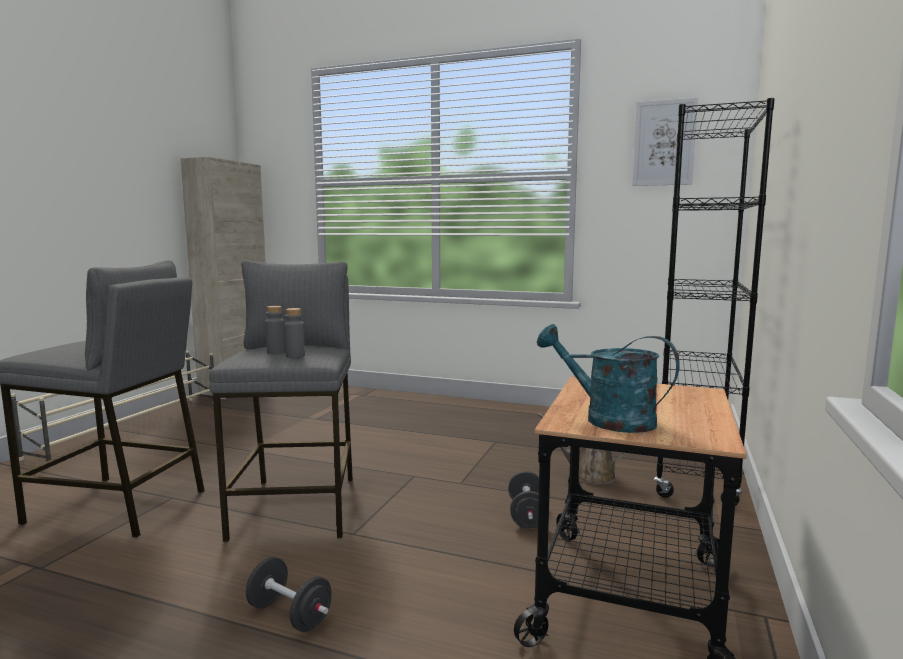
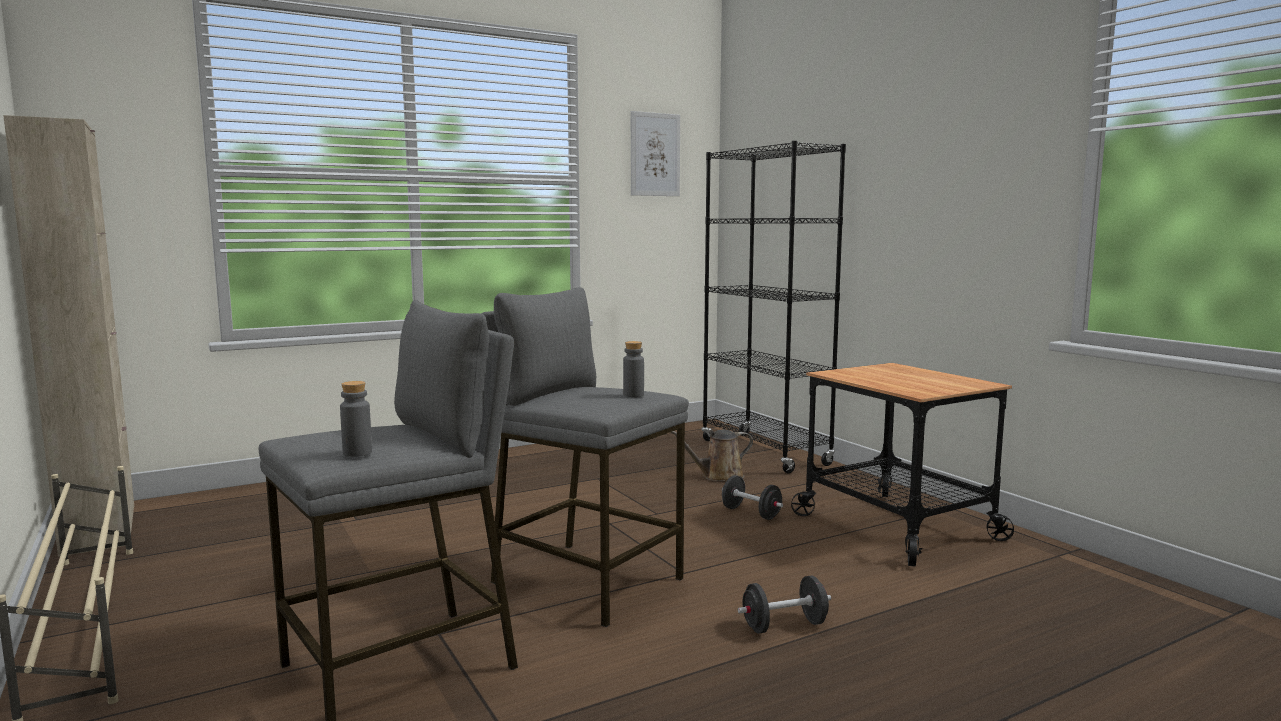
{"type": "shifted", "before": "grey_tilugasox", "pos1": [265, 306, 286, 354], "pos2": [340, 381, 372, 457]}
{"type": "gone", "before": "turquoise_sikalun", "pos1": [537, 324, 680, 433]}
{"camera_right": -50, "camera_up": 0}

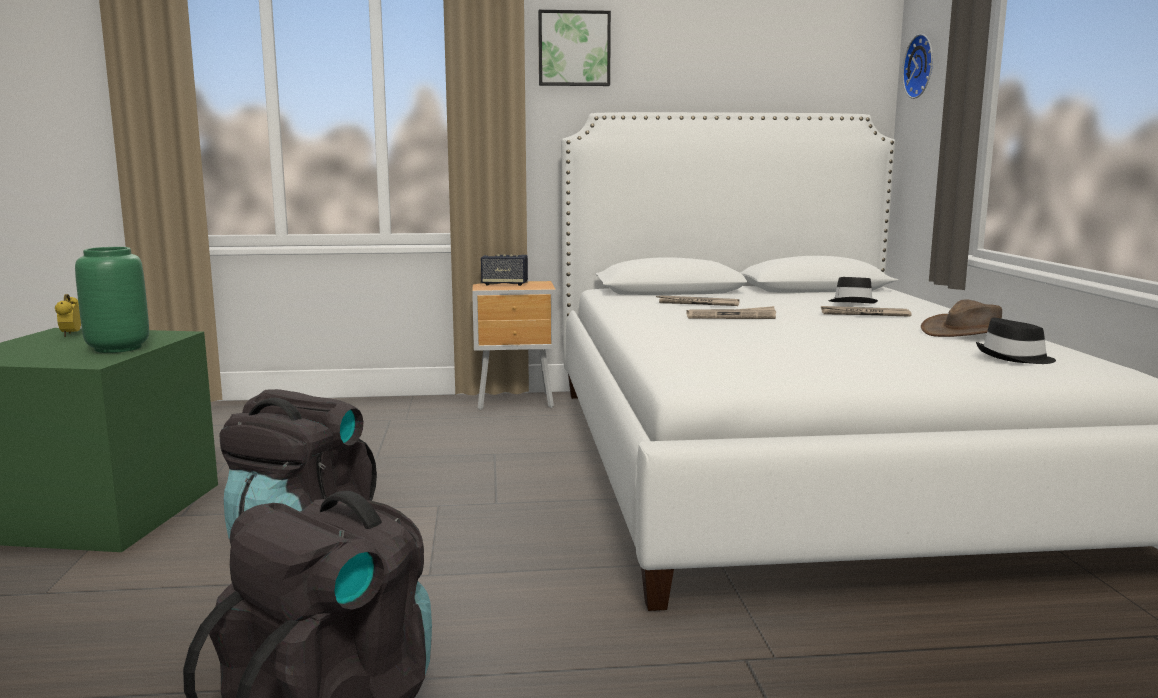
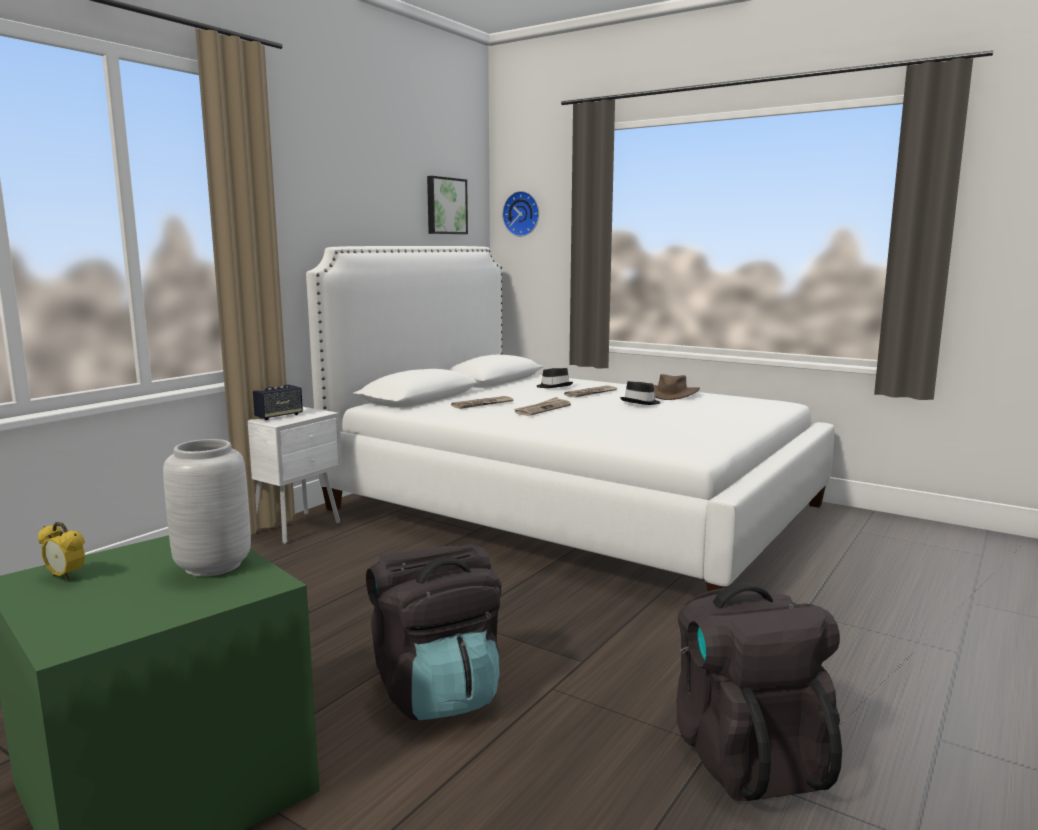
{"type": "shifted", "before": "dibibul", "pos1": [538, 10, 611, 86], "pos2": [427, 176, 468, 234]}
{"type": "repainted", "before": "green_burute", "after": "grey_burute", "pos1": [75, 247, 149, 353], "pos2": [163, 439, 251, 576]}
{"type": "repainted", "before": "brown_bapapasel", "after": "white_bapapasel", "pos1": [472, 281, 556, 410], "pos2": [248, 407, 342, 544]}
{"type": "shifted", "before": "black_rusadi", "pos1": [976, 318, 1056, 364], "pos2": [620, 381, 660, 405]}
{"camera_right": -50, "camera_up": 0}

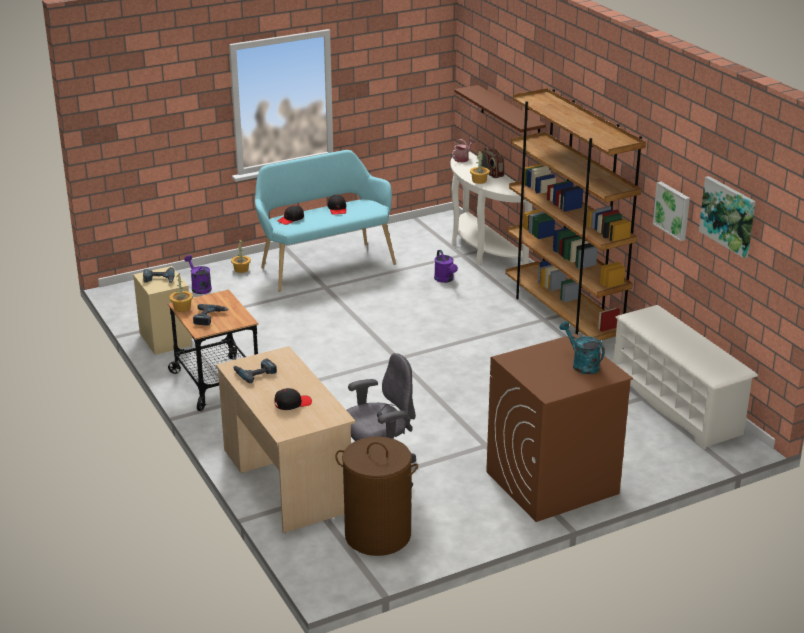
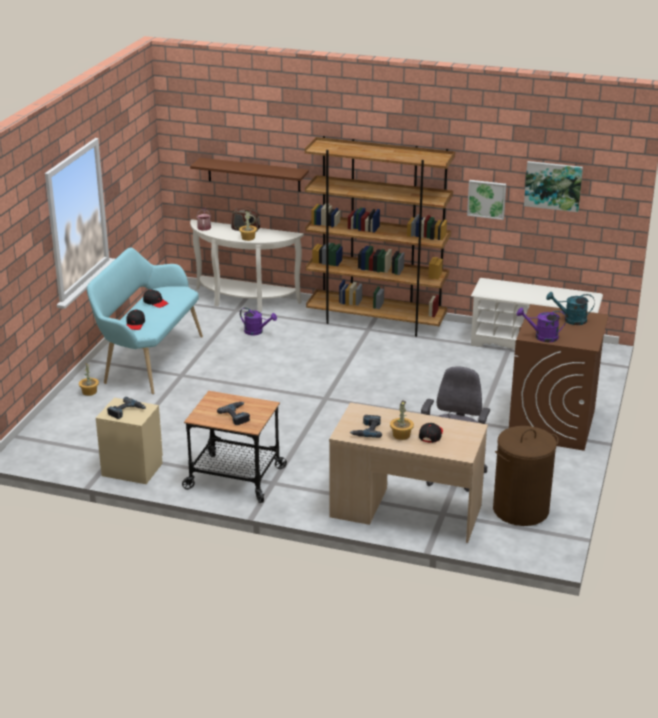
{"type": "shifted", "before": "purple_sikalun", "pos1": [184, 255, 212, 294], "pos2": [517, 308, 566, 342]}
{"type": "shifted", "before": "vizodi", "pos1": [169, 273, 193, 312], "pos2": [390, 400, 414, 440]}
{"camera_right": -45, "camera_up": 0}

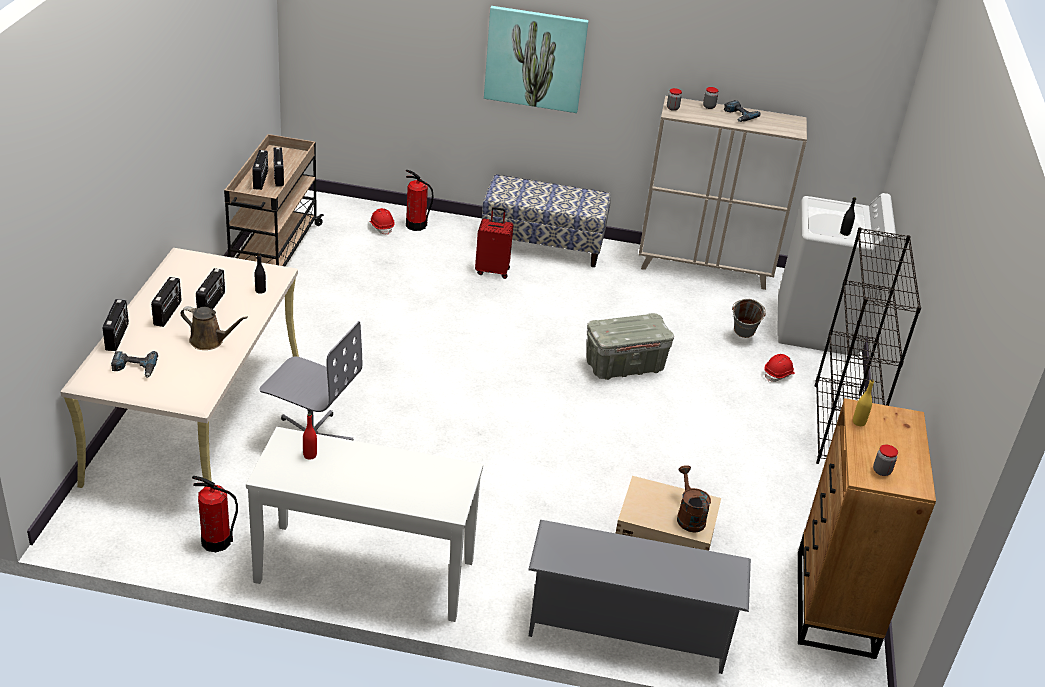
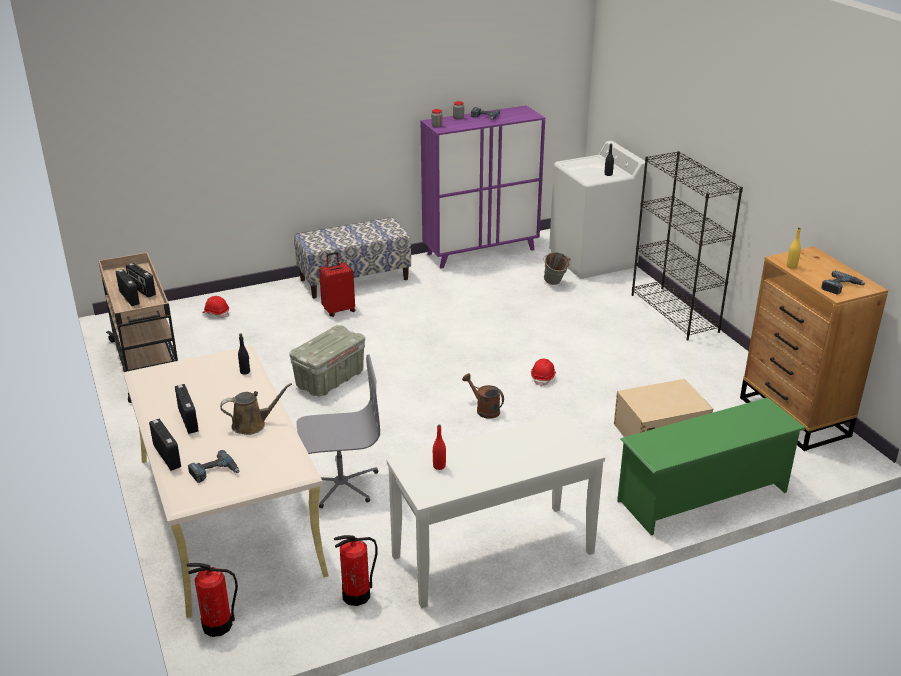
{"type": "gone", "before": "dibibul", "pos1": [484, 6, 589, 113]}
{"type": "repainted", "before": "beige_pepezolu", "after": "purple_pepezolu", "pos1": [639, 96, 807, 290], "pos2": [421, 105, 545, 269]}
{"type": "shifted", "before": "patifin", "pos1": [406, 170, 433, 231], "pos2": [187, 563, 238, 637]}
{"type": "gone", "before": "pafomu", "pos1": [196, 268, 225, 309]}
{"type": "shifted", "before": "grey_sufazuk", "pos1": [587, 313, 674, 380], "pos2": [289, 325, 365, 396]}
{"type": "shifted", "before": "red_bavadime", "pos1": [764, 354, 795, 382], "pos2": [531, 359, 556, 387]}
{"type": "swapped", "before": "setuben", "after": "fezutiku", "pos1": [873, 444, 898, 476], "pos2": [821, 271, 866, 295]}
{"type": "shifted", "before": "brown_sikalun", "pos1": [677, 465, 711, 533], "pos2": [462, 373, 504, 419]}
{"type": "repainted", "before": "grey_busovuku", "after": "green_busovuku", "pos1": [528, 520, 751, 674], "pos2": [617, 398, 806, 535]}
{"camera_right": -30, "camera_up": -5}

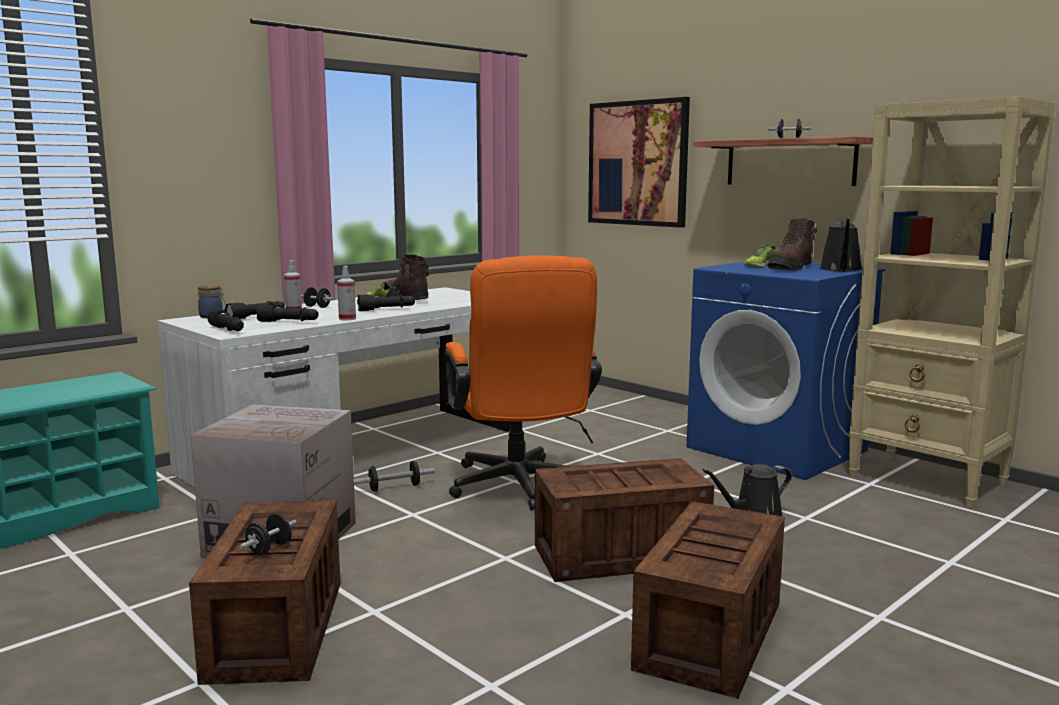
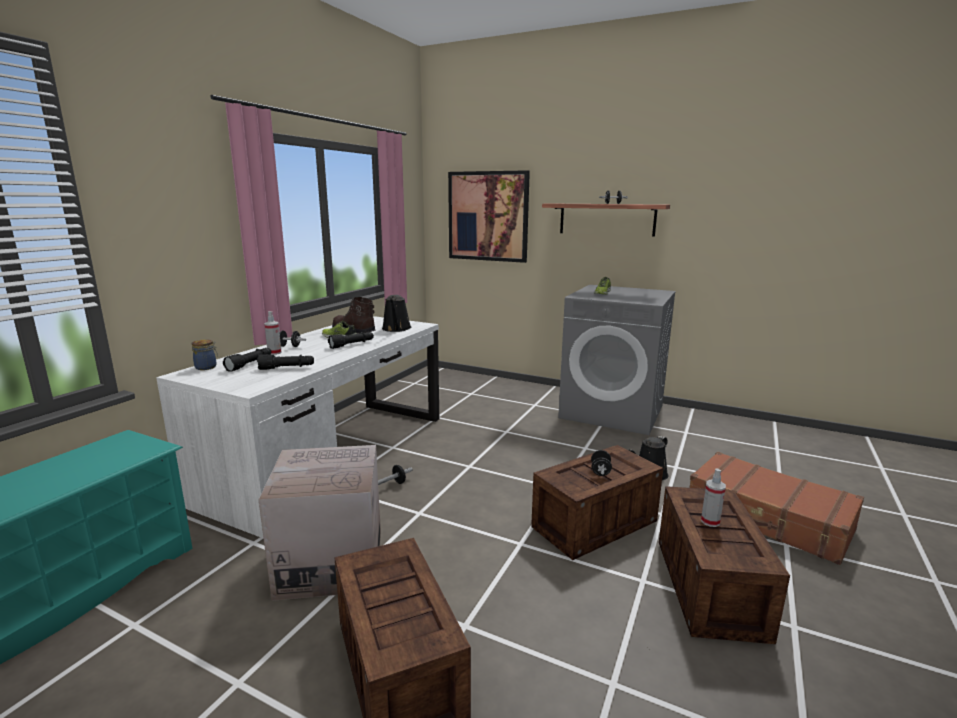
{"type": "gone", "before": "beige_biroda", "pos1": [848, 97, 1056, 508]}
{"type": "gone", "before": "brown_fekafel", "pos1": [767, 218, 817, 270]}
{"type": "shifted", "before": "black_sikalun", "pos1": [819, 219, 863, 272], "pos2": [382, 295, 412, 332]}
{"type": "gone", "before": "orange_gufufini", "pos1": [445, 255, 602, 511]}
{"type": "repainted", "before": "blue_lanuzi", "after": "grey_lanuzi", "pos1": [687, 262, 885, 480], "pos2": [558, 285, 676, 435]}
{"type": "shifted", "before": "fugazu", "pos1": [337, 266, 356, 321], "pos2": [701, 468, 726, 527]}
{"type": "gone", "before": "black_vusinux", "pos1": [207, 308, 244, 331]}
{"type": "shifted", "before": "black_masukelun", "pos1": [239, 513, 297, 555], "pos2": [591, 450, 612, 476]}
{"type": "new", "after": "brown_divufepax", "pos2": [689, 452, 864, 565]}
{"camera_right": -20, "camera_up": 5}

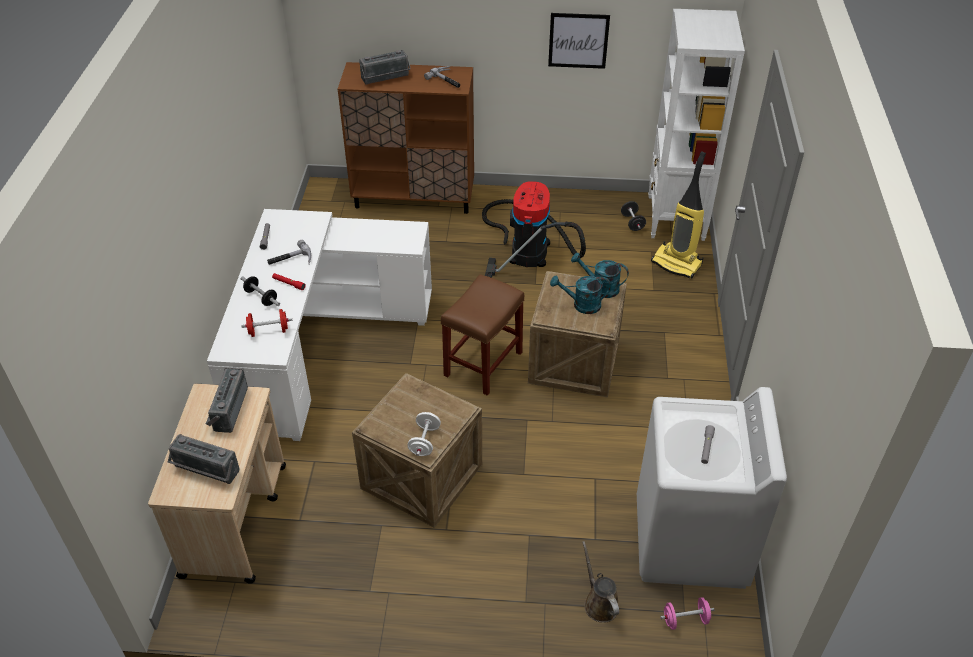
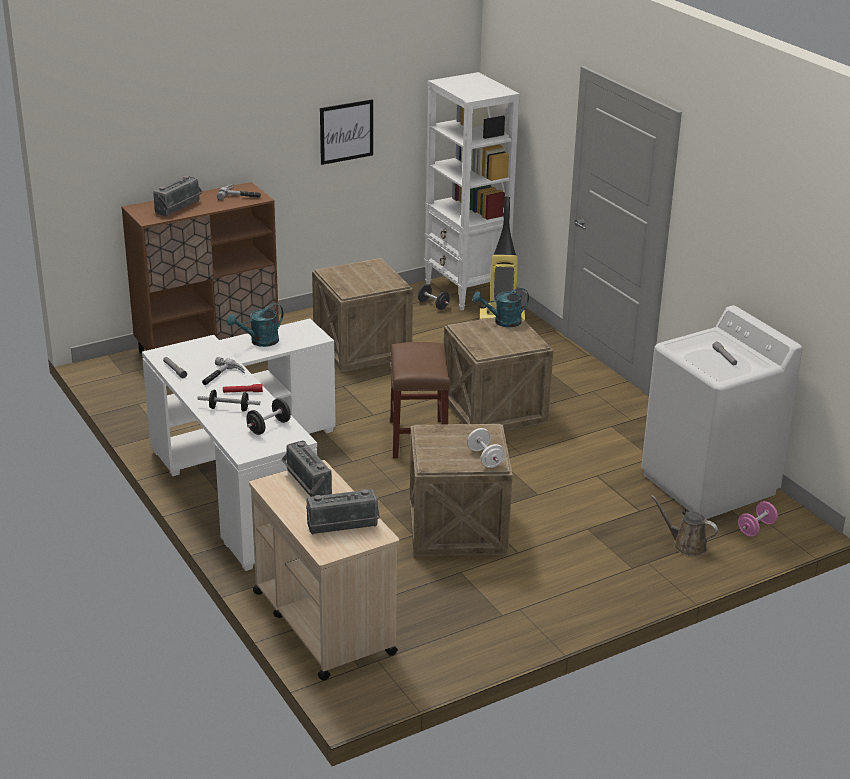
{"type": "swapped", "before": "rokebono", "after": "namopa", "pos1": [482, 181, 586, 278], "pos2": [312, 258, 413, 372]}
{"type": "shifted", "before": "turquoise_sikalun", "pos1": [550, 276, 610, 314], "pos2": [227, 303, 284, 347]}
{"type": "repainted", "before": "red_masukelun", "after": "black_masukelun", "pos1": [241, 309, 292, 337], "pos2": [246, 398, 291, 435]}
{"camera_right": -35, "camera_up": -15}

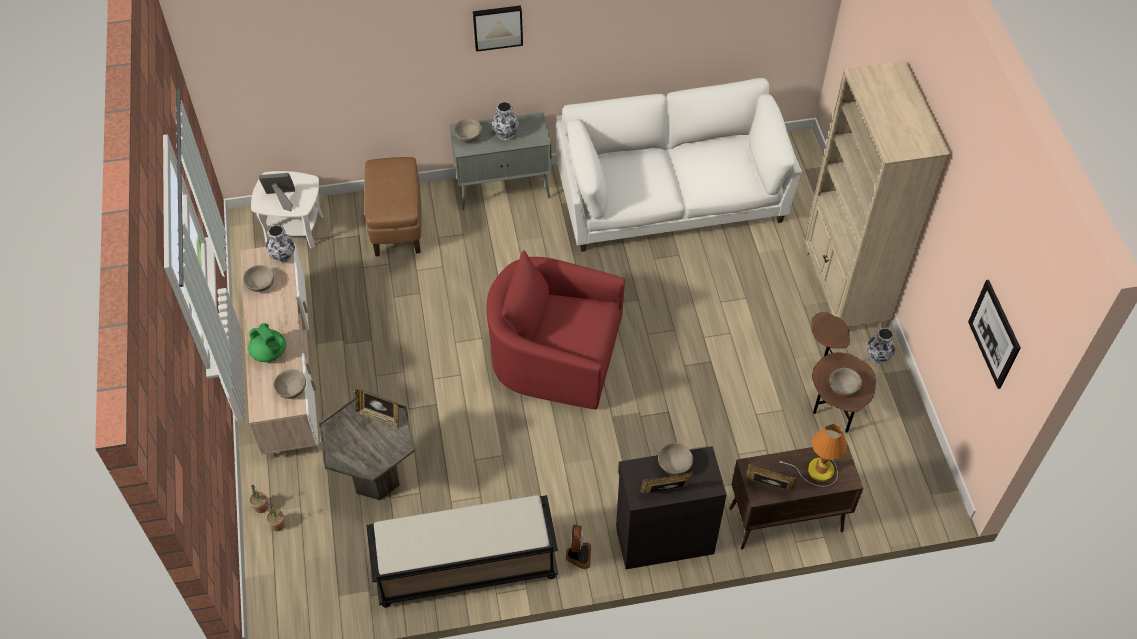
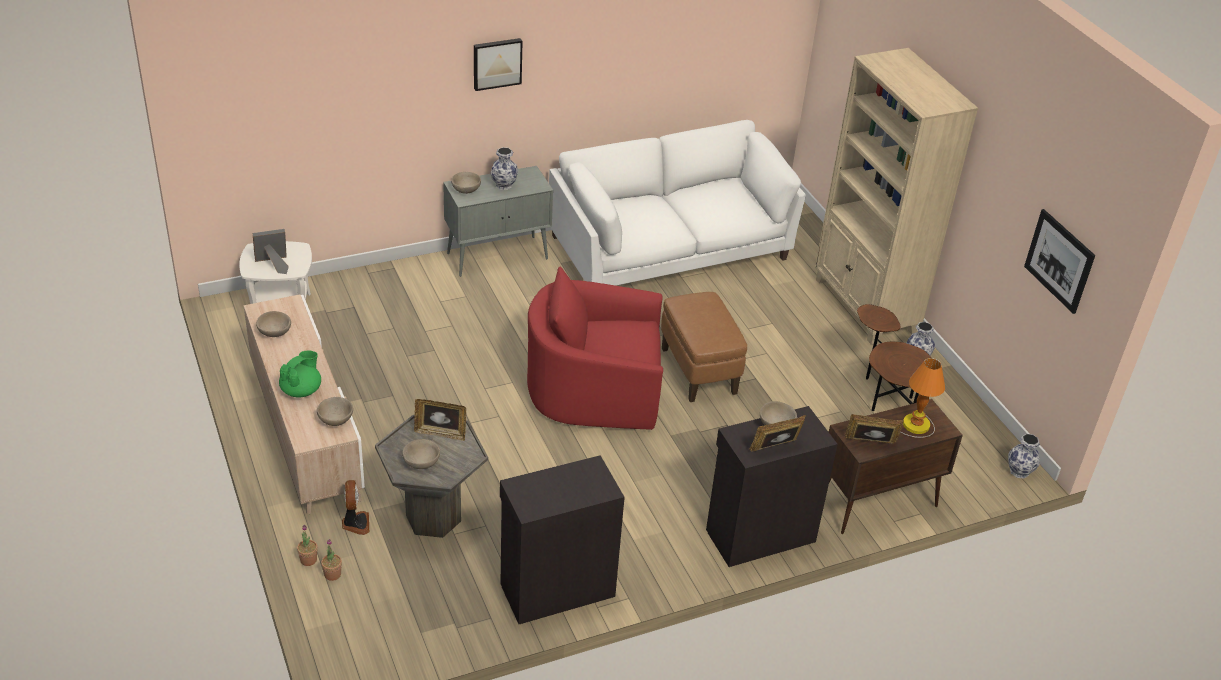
{"type": "shifted", "before": "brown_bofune", "pos1": [364, 157, 422, 256], "pos2": [661, 292, 747, 402]}
{"type": "shifted", "before": "burute", "pos1": [266, 225, 295, 264], "pos2": [1008, 434, 1040, 479]}
{"type": "rotated", "before": "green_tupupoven", "pos1": [248, 323, 286, 362], "pos2": [279, 351, 321, 398], "turn": -90}
{"type": "shifted", "before": "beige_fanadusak", "pos1": [829, 368, 862, 396], "pos2": [402, 439, 440, 469]}
{"type": "swapped", "before": "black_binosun", "after": "black_pepezolu", "pos1": [366, 495, 558, 608], "pos2": [500, 455, 625, 624]}
{"type": "shifted", "before": "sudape", "pos1": [566, 525, 591, 569], "pos2": [342, 480, 369, 535]}
{"camera_right": -15, "camera_up": -15}

